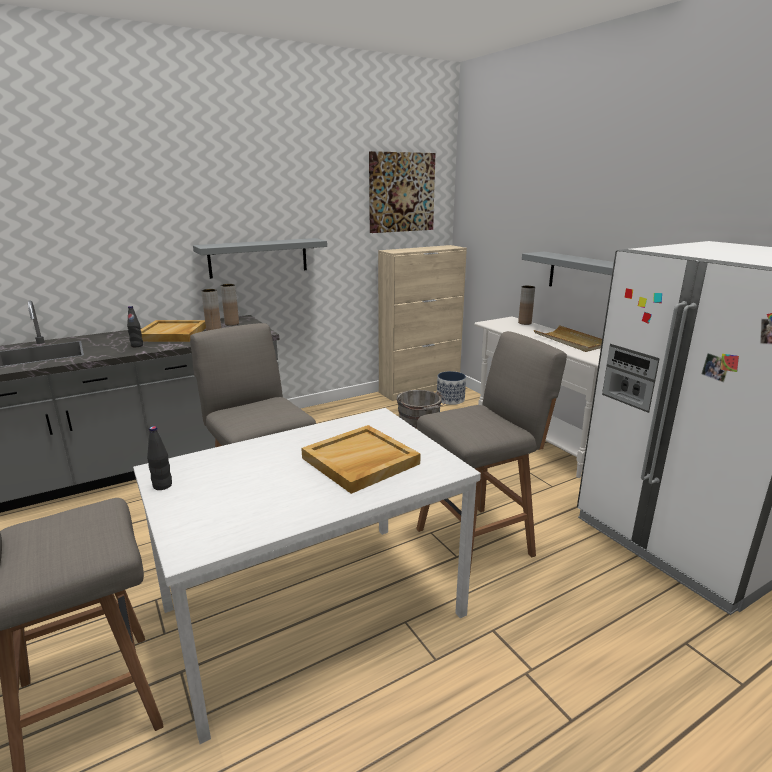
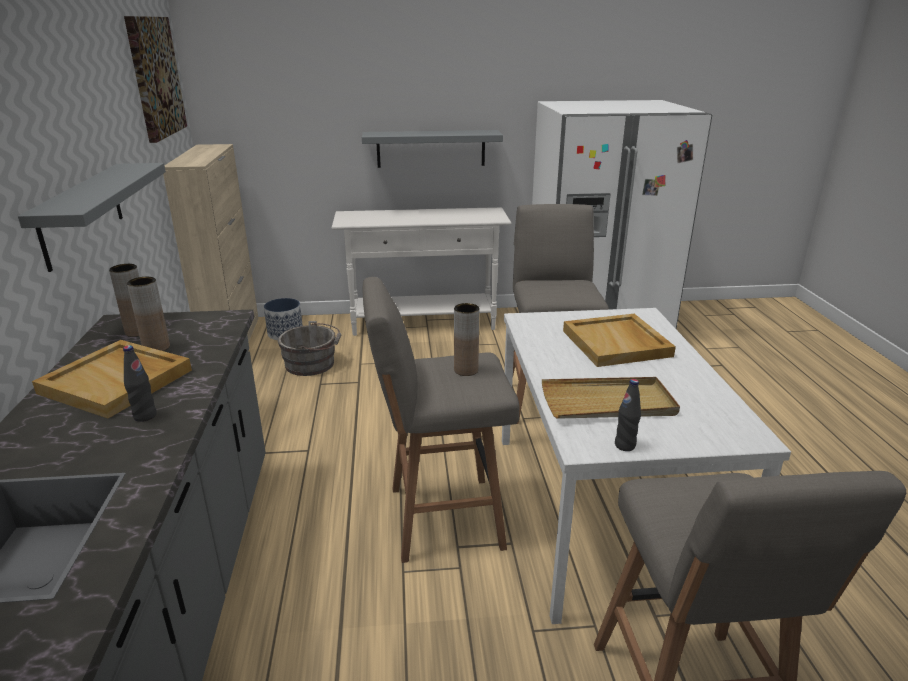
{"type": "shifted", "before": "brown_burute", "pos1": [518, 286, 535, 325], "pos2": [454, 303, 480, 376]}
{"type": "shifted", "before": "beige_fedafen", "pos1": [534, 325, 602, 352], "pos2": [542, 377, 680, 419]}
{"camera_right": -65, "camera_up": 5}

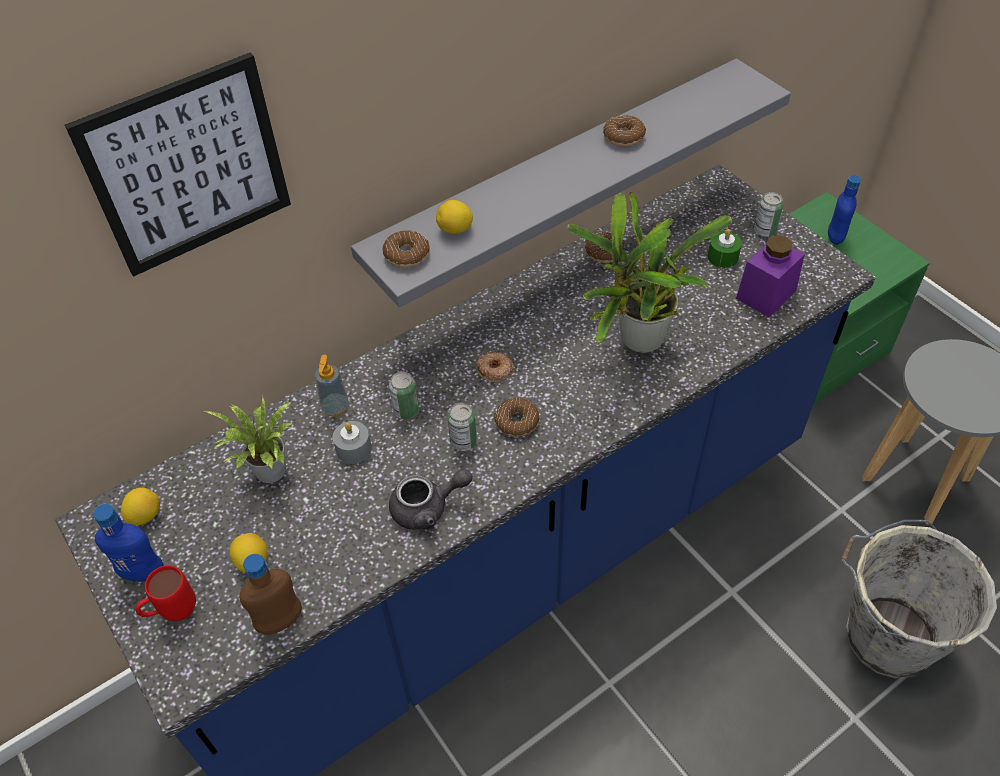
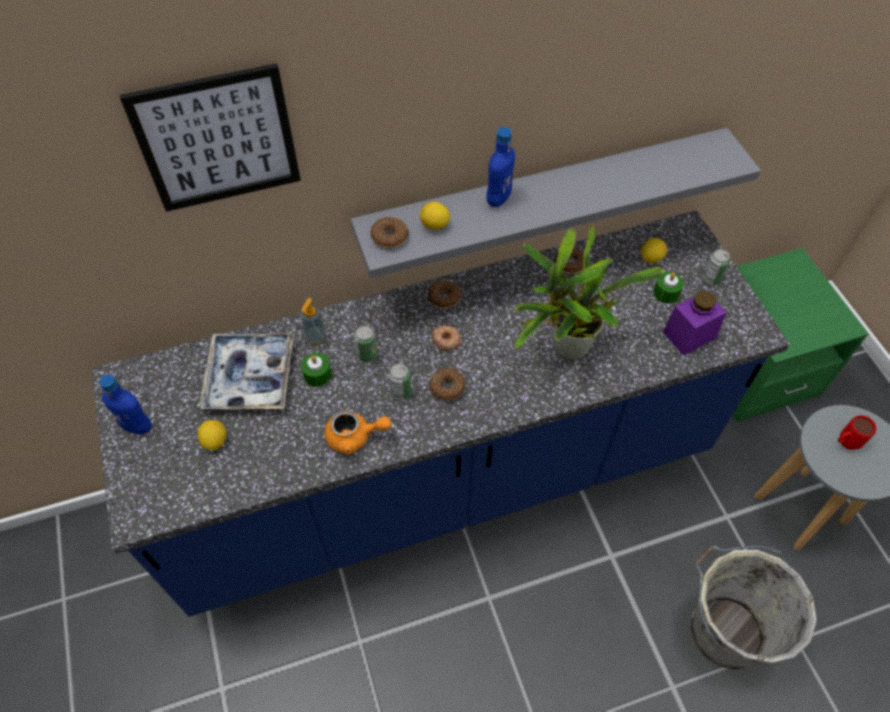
{"type": "shifted", "before": "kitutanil", "pos1": [603, 115, 646, 147], "pos2": [427, 280, 462, 309]}
{"type": "shifted", "before": "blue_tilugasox", "pos1": [828, 175, 861, 245], "pos2": [487, 127, 515, 207]}
{"type": "swapped", "before": "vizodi", "after": "fedafen", "pos1": [204, 394, 291, 483], "pos2": [199, 333, 294, 410]}
{"type": "repainted", "before": "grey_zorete", "after": "green_zorete", "pos1": [333, 421, 372, 464], "pos2": [301, 353, 332, 387]}
{"type": "repainted", "before": "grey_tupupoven", "after": "orange_tupupoven", "pos1": [389, 469, 473, 530], "pos2": [325, 410, 391, 455]}
{"type": "shifted", "before": "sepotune", "pos1": [121, 487, 160, 526], "pos2": [641, 238, 667, 263]}
{"type": "gone", "before": "brown_tilugasox", "pos1": [240, 554, 302, 635]}
{"type": "shifted", "before": "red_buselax", "pos1": [136, 566, 196, 621], "pos2": [838, 415, 876, 450]}
{"camera_right": 15, "camera_up": 5}

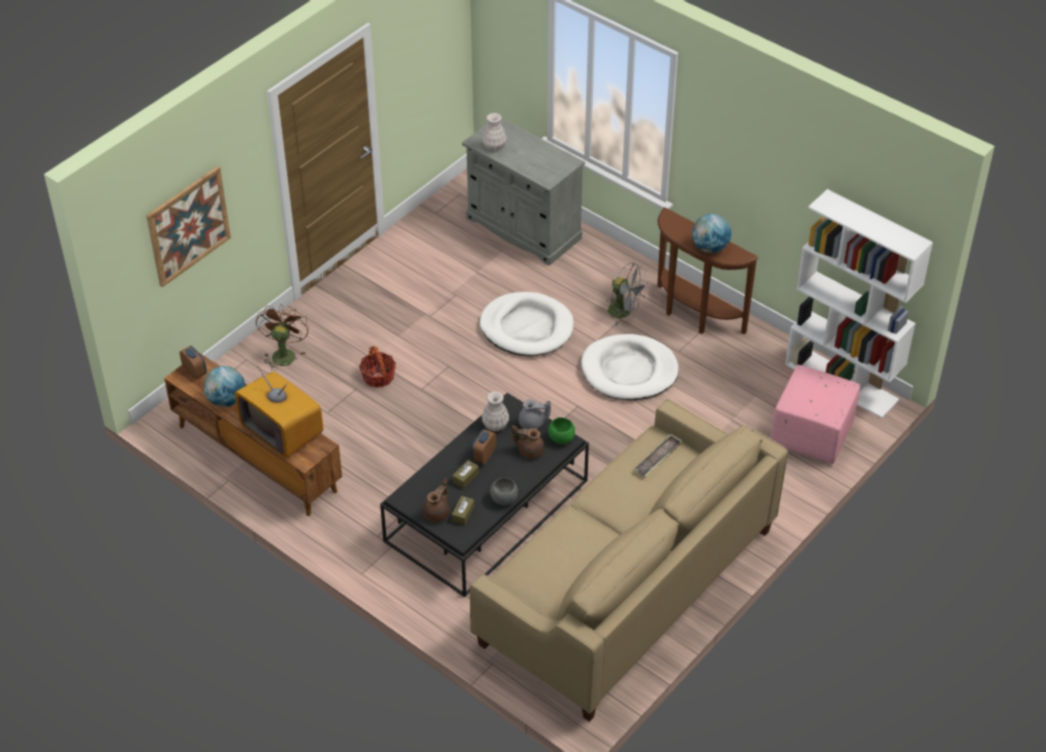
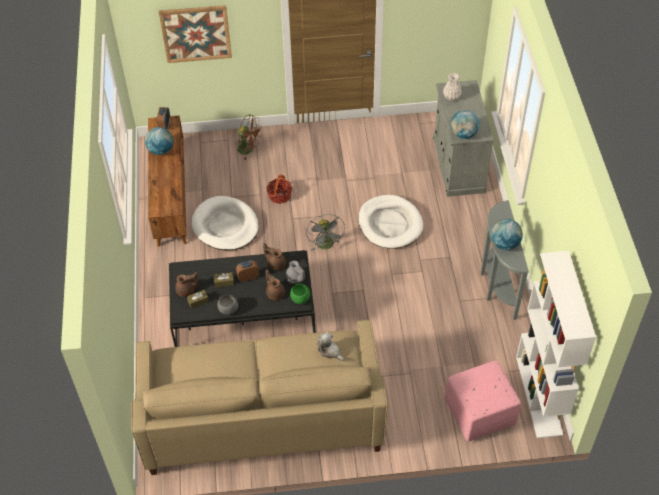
{"type": "repainted", "before": "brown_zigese", "after": "grey_zigese", "pos1": [657, 207, 759, 334], "pos2": [481, 200, 529, 320]}
{"type": "shifted", "before": "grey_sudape", "pos1": [606, 263, 647, 326], "pos2": [306, 214, 345, 251]}
{"type": "rotated", "before": "brown_sudape", "pos1": [256, 304, 309, 371], "pos2": [235, 114, 262, 160], "turn": 60}
{"type": "shifted", "before": "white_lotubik", "pos1": [581, 334, 679, 400], "pos2": [192, 196, 259, 250]}
{"type": "gone", "before": "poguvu", "pos1": [235, 366, 323, 458]}
{"type": "swapped", "before": "white_burute", "after": "brown_tupupoven", "pos1": [482, 391, 509, 431], "pos2": [263, 243, 286, 271]}
{"type": "swapped", "before": "fedafen", "after": "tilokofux", "pos1": [634, 433, 682, 477], "pos2": [317, 332, 344, 361]}
{"type": "new", "after": "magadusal", "pos2": [451, 110, 480, 139]}
{"camera_right": 45, "camera_up": 5}

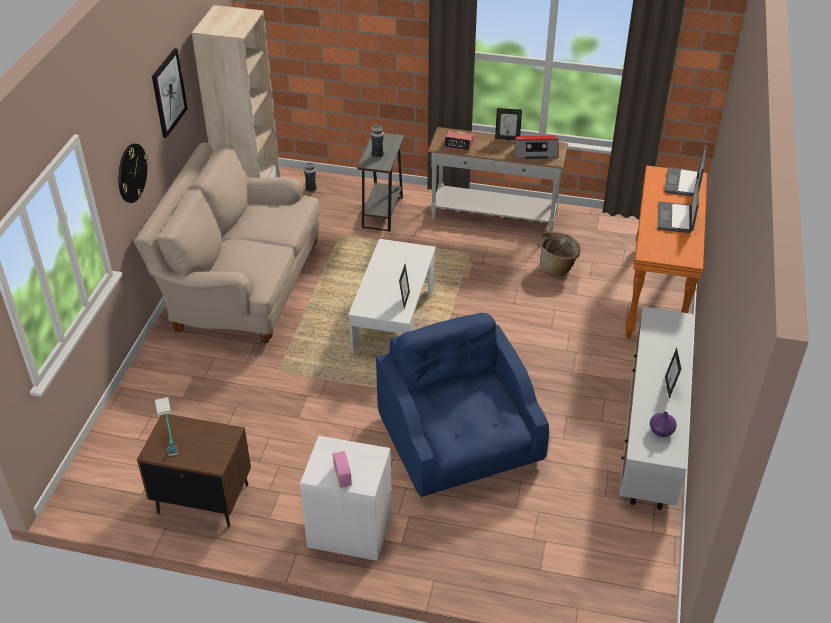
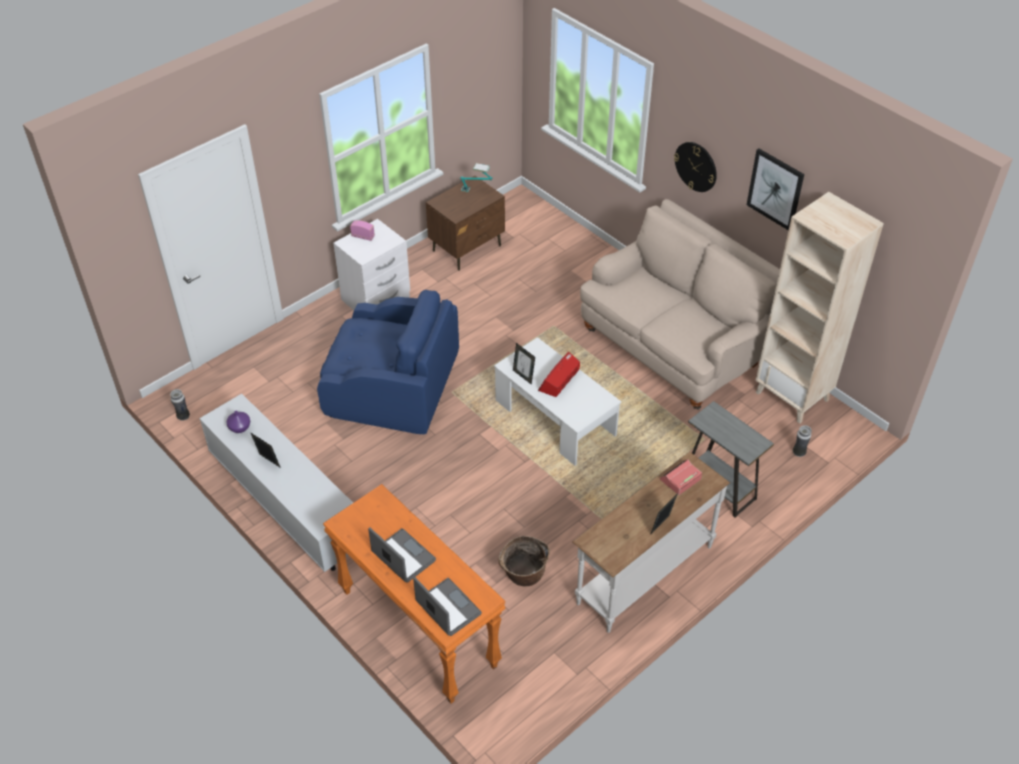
{"type": "shifted", "before": "burute", "pos1": [371, 125, 384, 159], "pos2": [170, 389, 190, 421]}
{"type": "shifted", "before": "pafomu", "pos1": [514, 136, 559, 159], "pos2": [538, 352, 580, 397]}
{"camera_right": 125, "camera_up": 5}

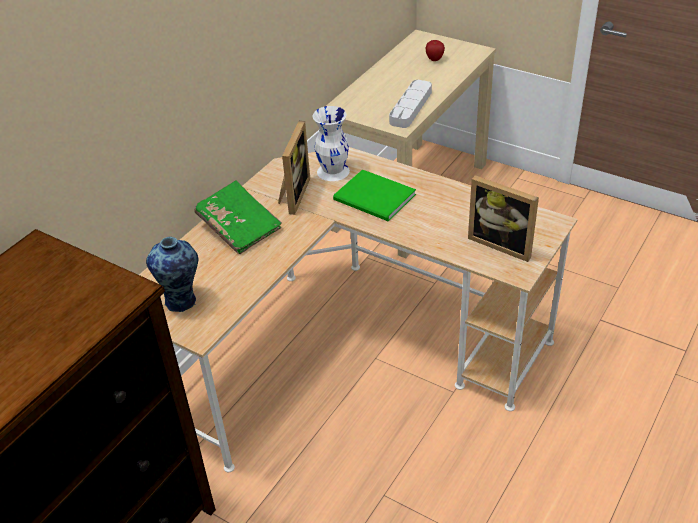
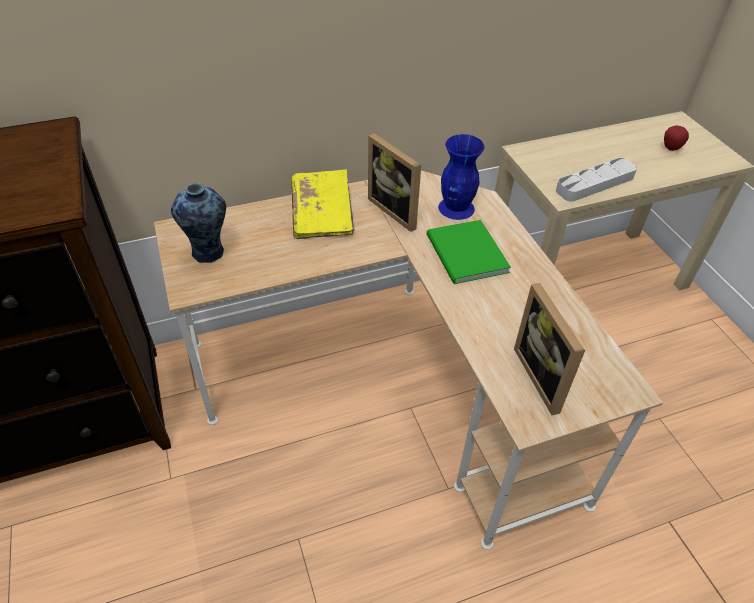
{"type": "repainted", "before": "white_burute", "after": "blue_burute", "pos1": [313, 106, 350, 181], "pos2": [438, 134, 485, 220]}
{"type": "rotated", "before": "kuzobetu", "pos1": [278, 121, 310, 215], "pos2": [368, 133, 421, 232], "turn": 90}
{"type": "repainted", "before": "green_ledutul", "after": "yellow_ledutul", "pos1": [195, 181, 282, 254], "pos2": [291, 169, 355, 239]}
{"camera_right": 35, "camera_up": 5}

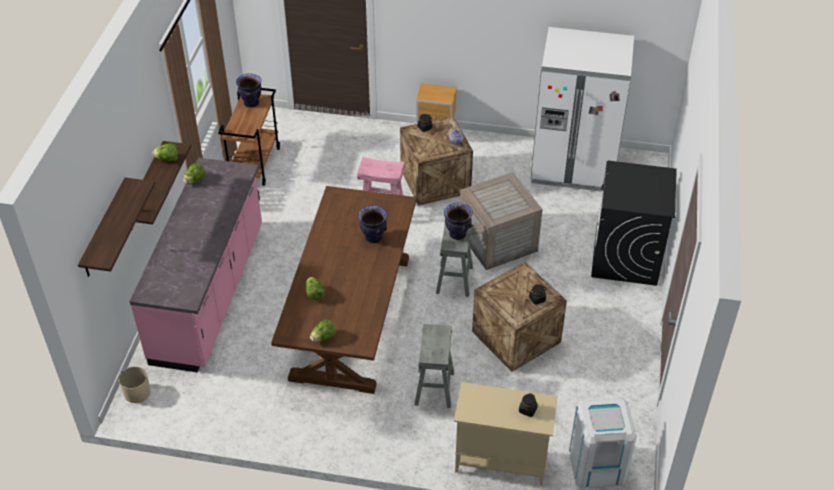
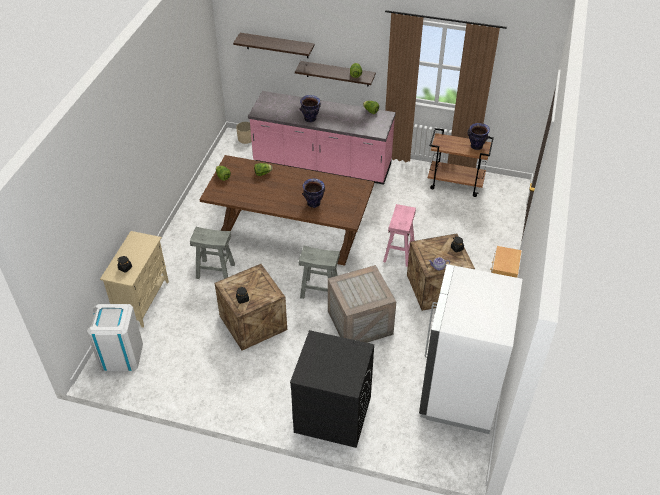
{"type": "shifted", "before": "burute", "pos1": [444, 203, 473, 240], "pos2": [300, 95, 321, 122]}
{"camera_right": 95, "camera_up": 0}

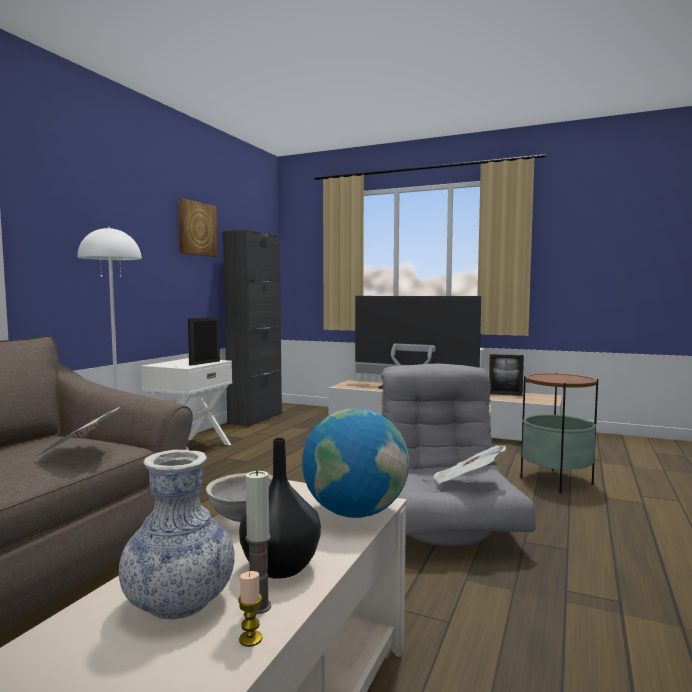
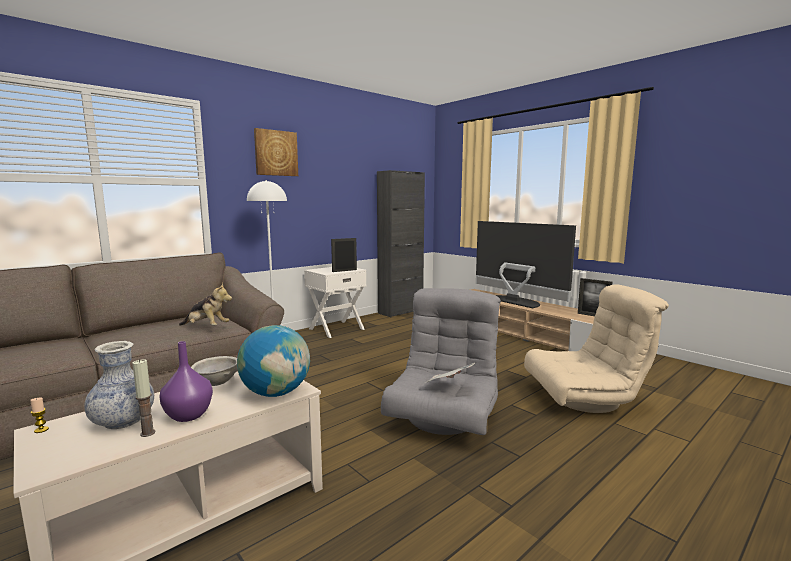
{"type": "shifted", "before": "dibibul", "pos1": [178, 198, 217, 257], "pos2": [254, 128, 298, 176]}
{"type": "swapped", "before": "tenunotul", "after": "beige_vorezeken", "pos1": [520, 373, 598, 494], "pos2": [524, 284, 669, 413]}
{"type": "swapped", "before": "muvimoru", "after": "tilokofux", "pos1": [36, 406, 121, 456], "pos2": [179, 282, 232, 326]}
{"type": "repainted", "before": "black_burute", "after": "purple_burute", "pos1": [239, 438, 321, 579], "pos2": [160, 341, 213, 422]}
{"type": "shifted", "before": "zorete", "pos1": [238, 571, 262, 647], "pos2": [30, 398, 49, 433]}
{"camera_right": 25, "camera_up": 5}

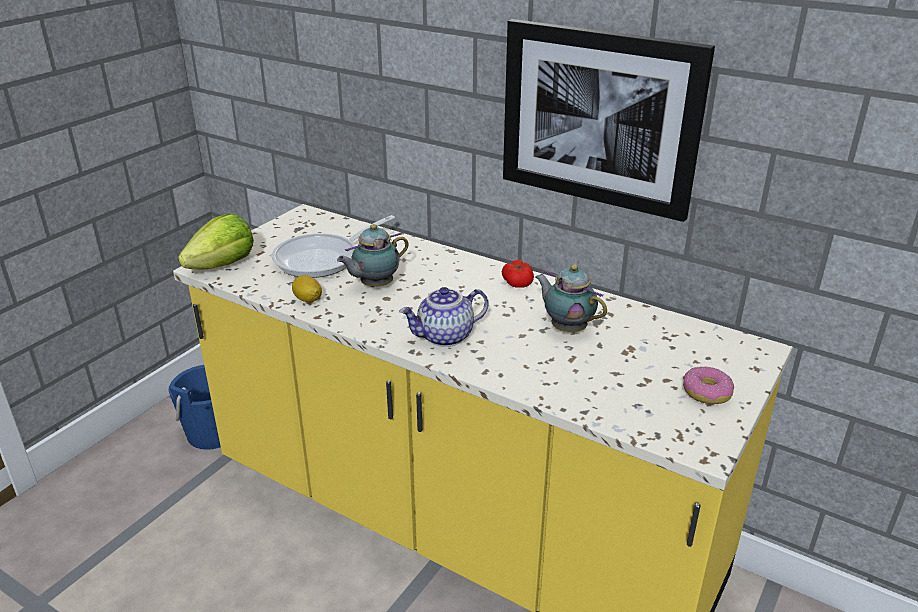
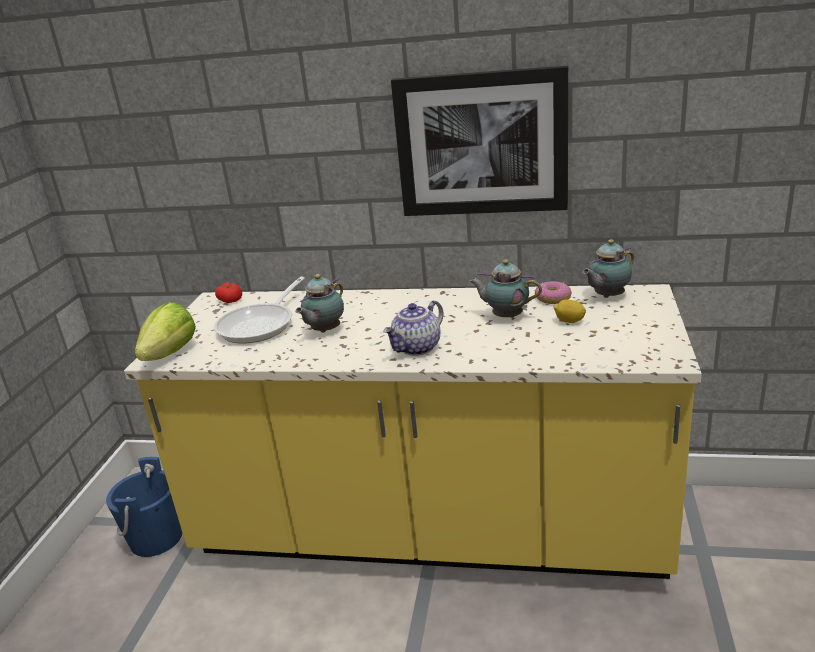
{"type": "shifted", "before": "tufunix", "pos1": [502, 260, 534, 288], "pos2": [215, 282, 242, 303]}
{"type": "shifted", "before": "sepotune", "pos1": [292, 275, 322, 303], "pos2": [554, 300, 586, 323]}
{"type": "shifted", "before": "kitutanil", "pos1": [683, 366, 734, 404], "pos2": [535, 281, 572, 304]}
{"type": "new", "after": "tupupoven", "pos2": [582, 239, 634, 298]}
{"camera_right": -20, "camera_up": -5}

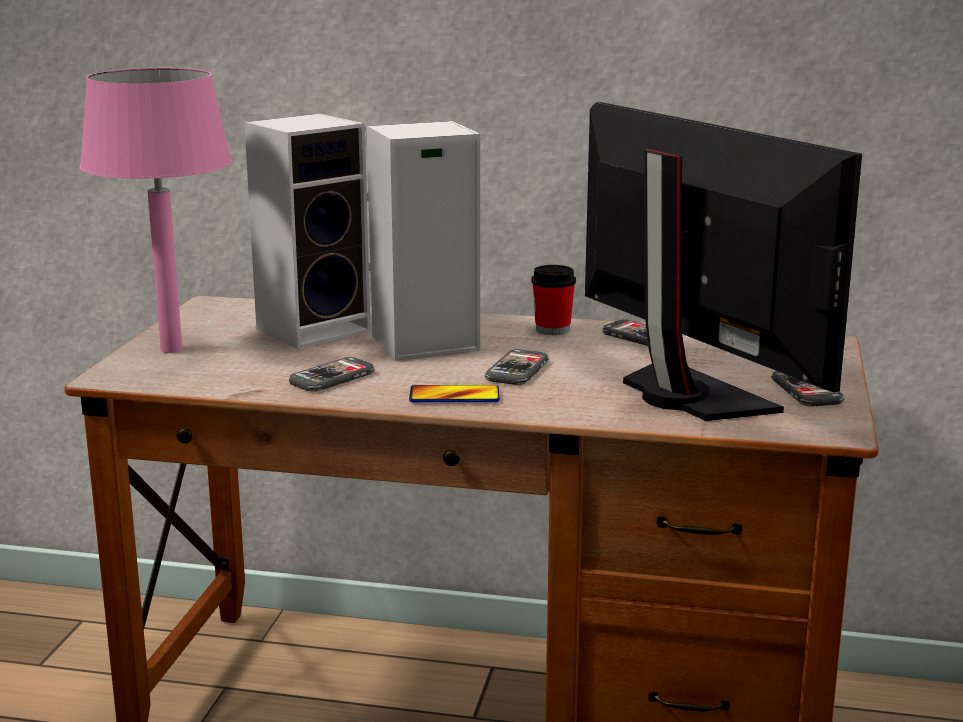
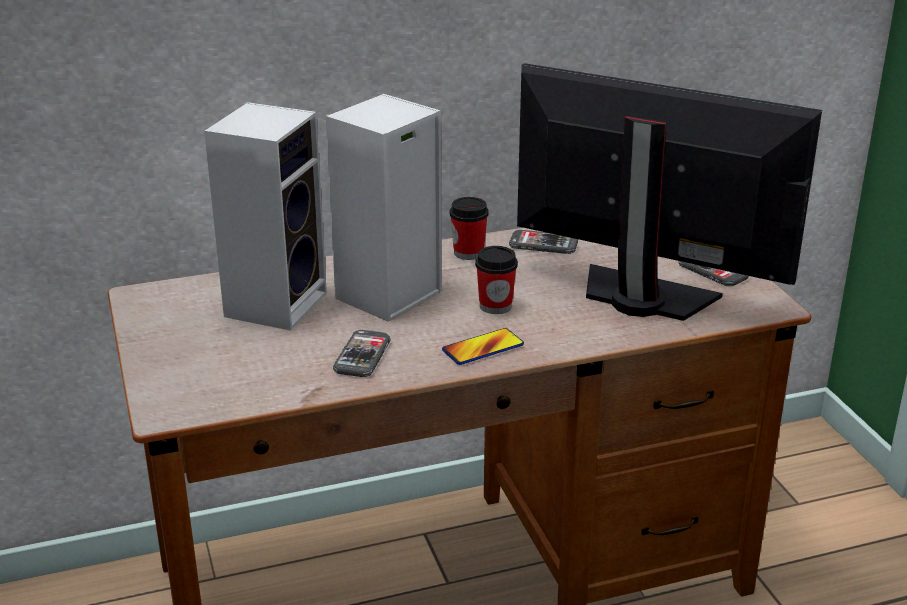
{"type": "gone", "before": "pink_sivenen", "pos1": [79, 68, 232, 353]}
{"type": "swapped", "before": "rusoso", "after": "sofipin", "pos1": [485, 349, 549, 385], "pos2": [475, 246, 518, 314]}
{"camera_right": -30, "camera_up": 10}

